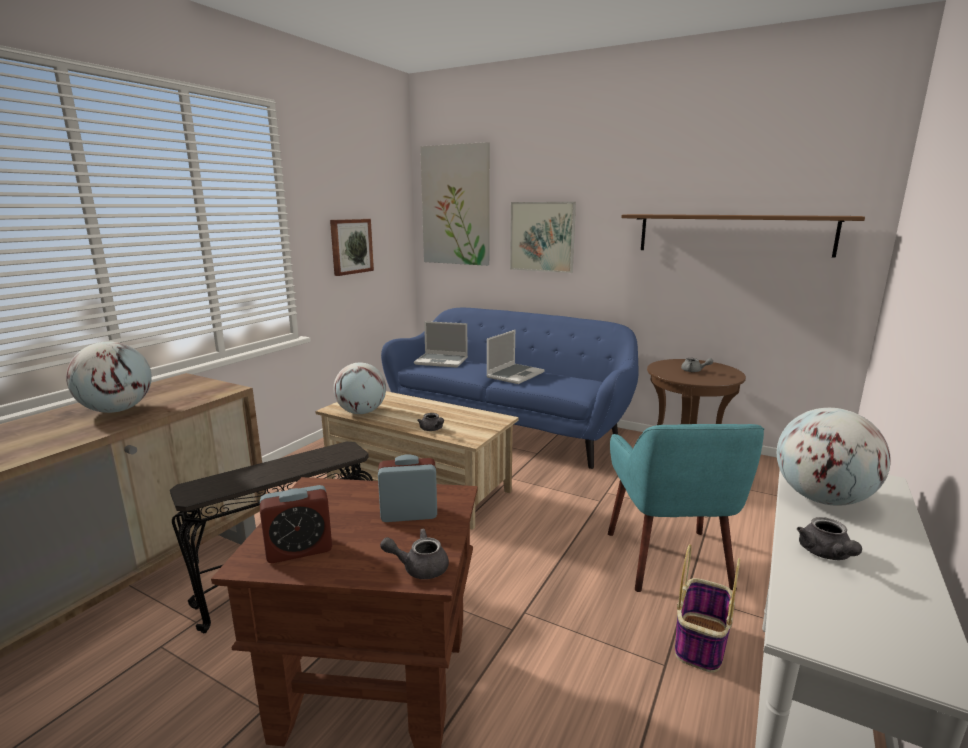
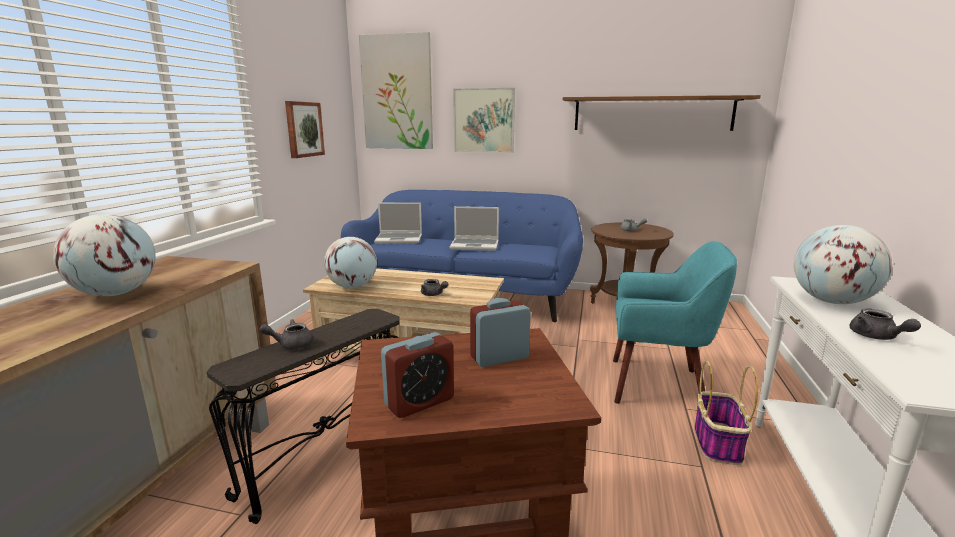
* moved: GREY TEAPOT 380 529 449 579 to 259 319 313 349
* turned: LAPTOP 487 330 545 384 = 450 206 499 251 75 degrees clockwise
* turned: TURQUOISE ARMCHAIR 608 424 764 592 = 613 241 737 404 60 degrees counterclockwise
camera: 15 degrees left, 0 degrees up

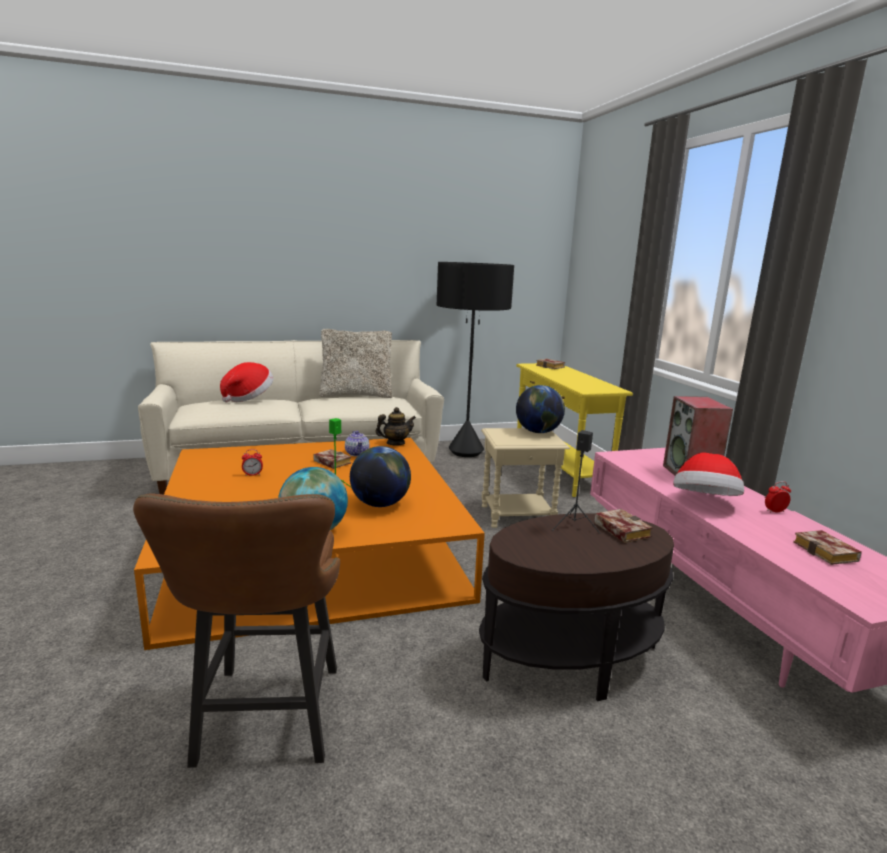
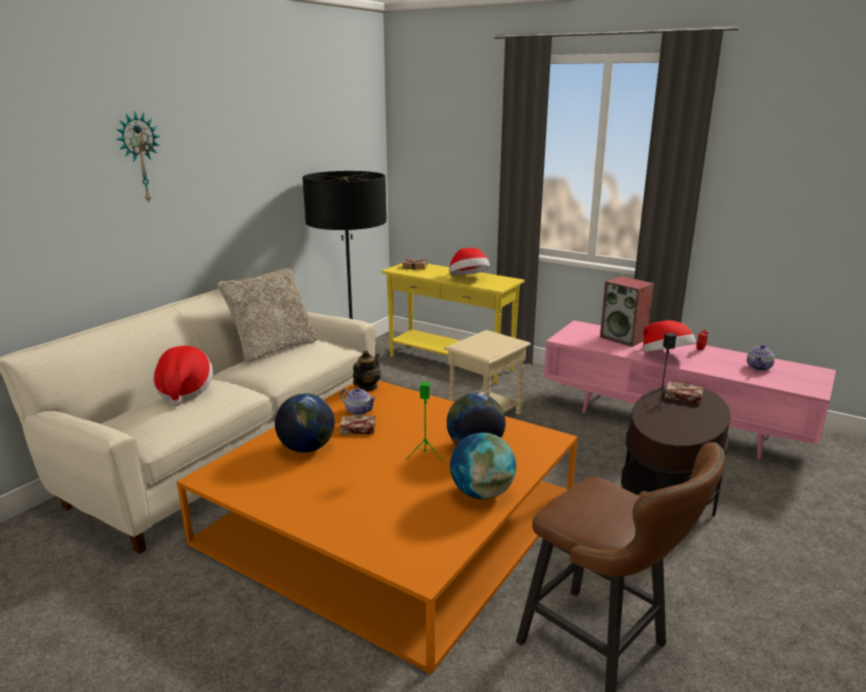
* added: WALL CLOCK 116 112 160 202
* moved: GLOBE 516 385 565 433 to 275 393 335 453
* added: HAT 449 248 490 276
* replaced: BOOK 793 530 862 565 to TEAPOT 747 345 775 371
* removed: ALARM CLOCK 242 449 263 476
camera: 40 degrees left, 5 degrees up

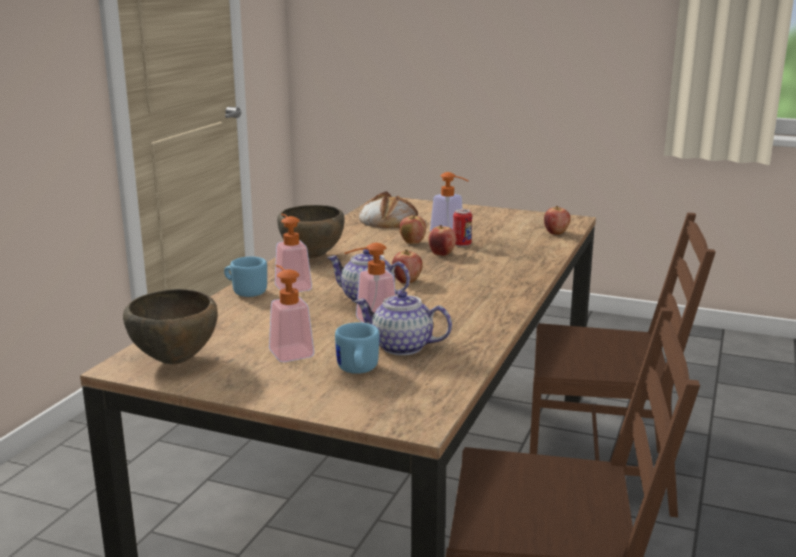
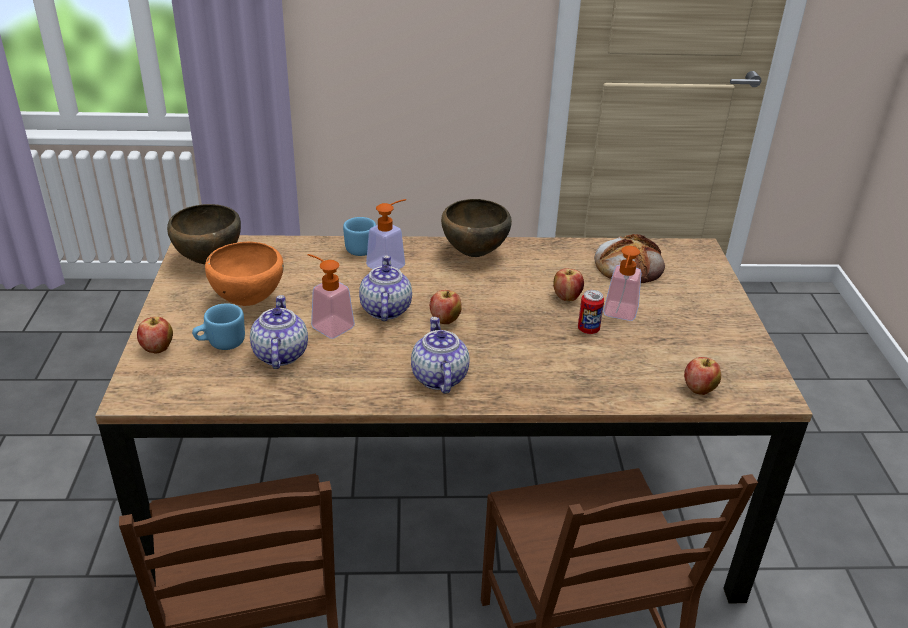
* moved: APPLE 428 225 456 256 to 137 317 173 354
* replaced: SOAP DISPENSER 269 265 314 362 to ORANGE BOWL 205 242 284 306
* added: TEAPOT 411 317 470 394
camera: 65 degrees right, 15 degrees up

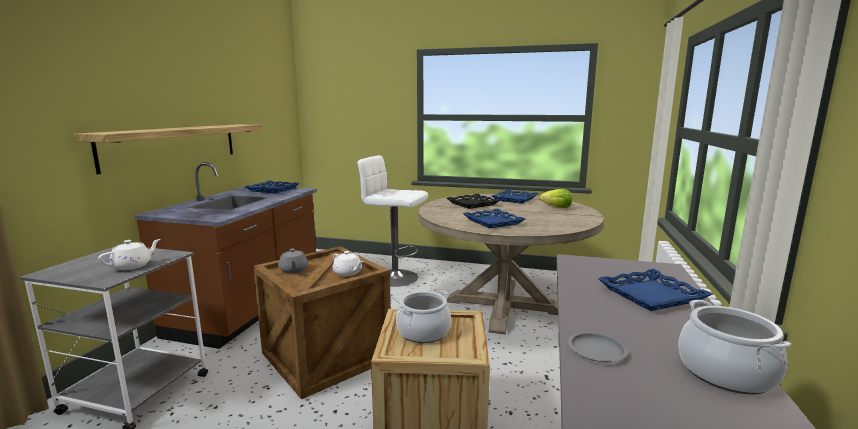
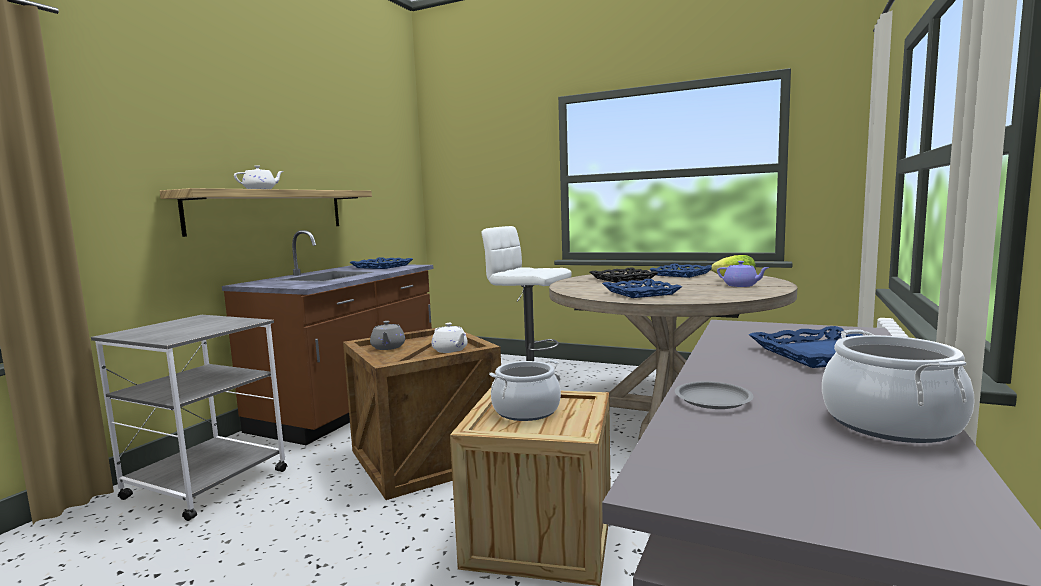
* moved: WHITE TEAPOT 98 239 160 270 to 234 165 284 189
* added: PURPLE TEAPOT 717 261 770 287
camera: 10 degrees right, 5 degrees down

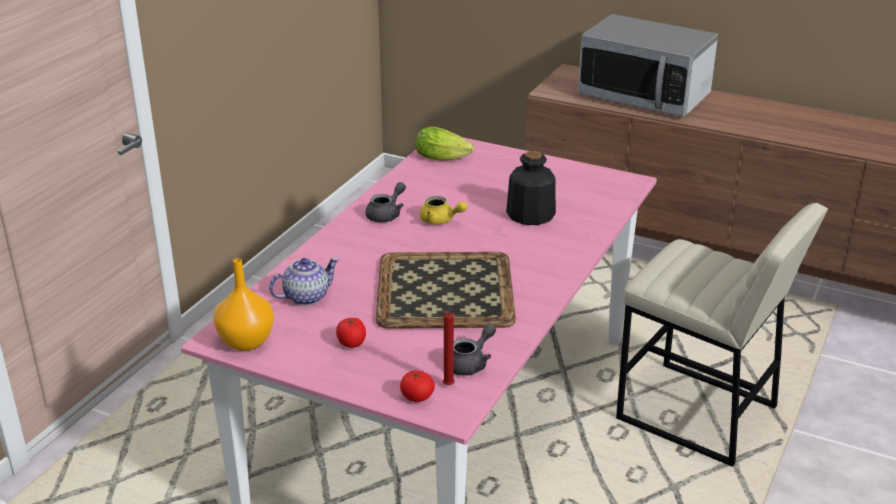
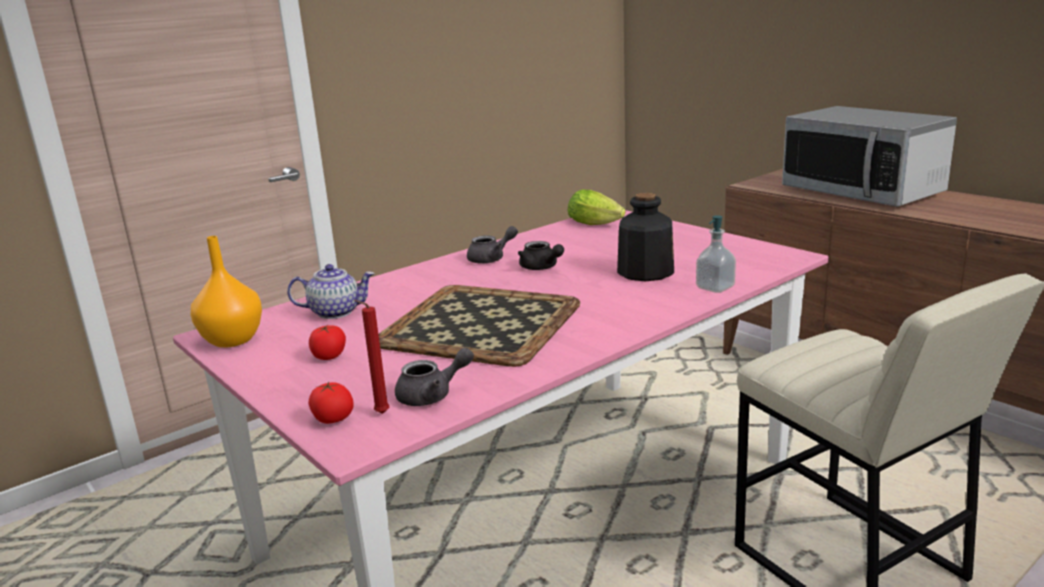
* recoloured: YELLOW TEAPOT 420 196 467 224 to BLACK TEAPOT 518 241 564 270
* added: SOAP DISPENSER 696 215 736 293
camera: 25 degrees right, 10 degrees down

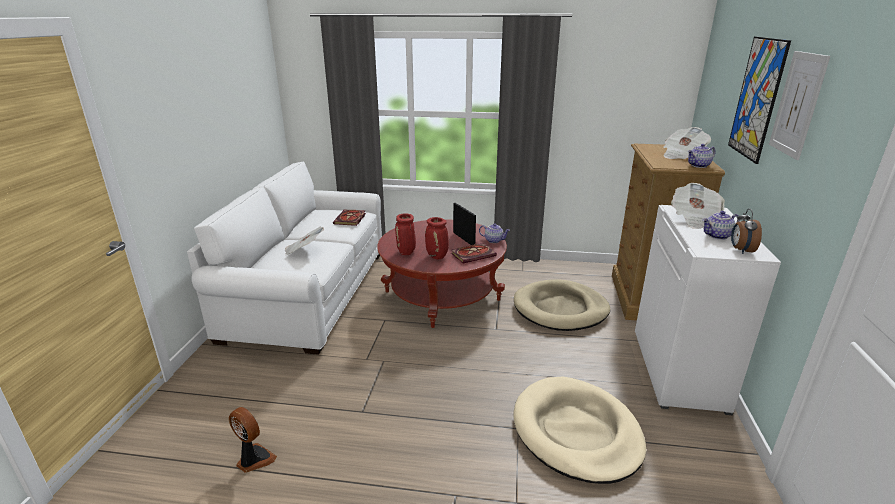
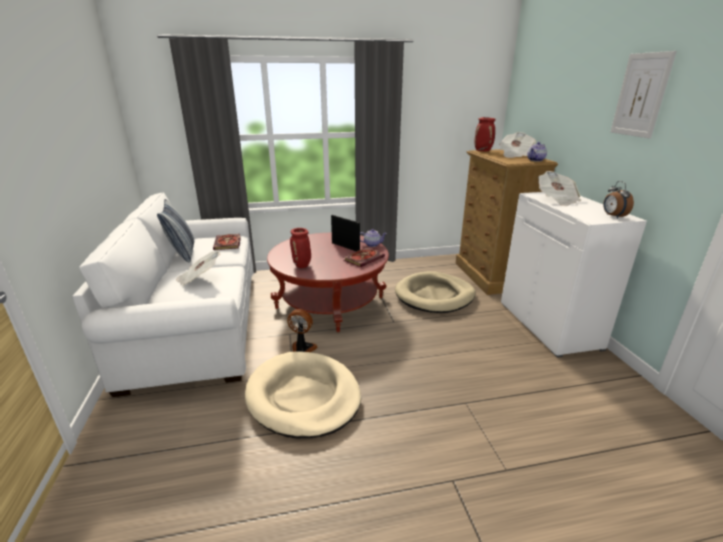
* added: PILLOW 157 199 194 262
* moved: BEIGE DOG BED 513 377 646 484 to 245 351 361 438
* moved: FAN 229 407 277 473 to 287 309 318 352
* moved: RED VASE 425 217 449 260 to 474 117 496 151
* removed: TEAPOT 703 211 740 240
* removed: PICTURE 728 37 791 164
camera: 20 degrees left, 0 degrees up

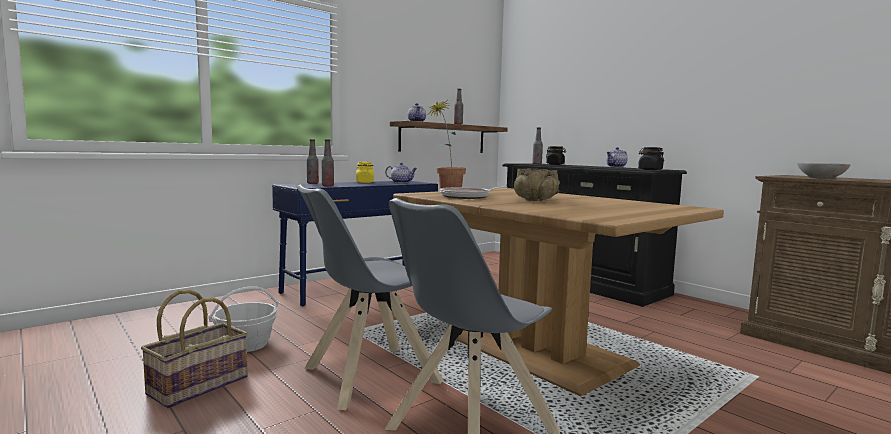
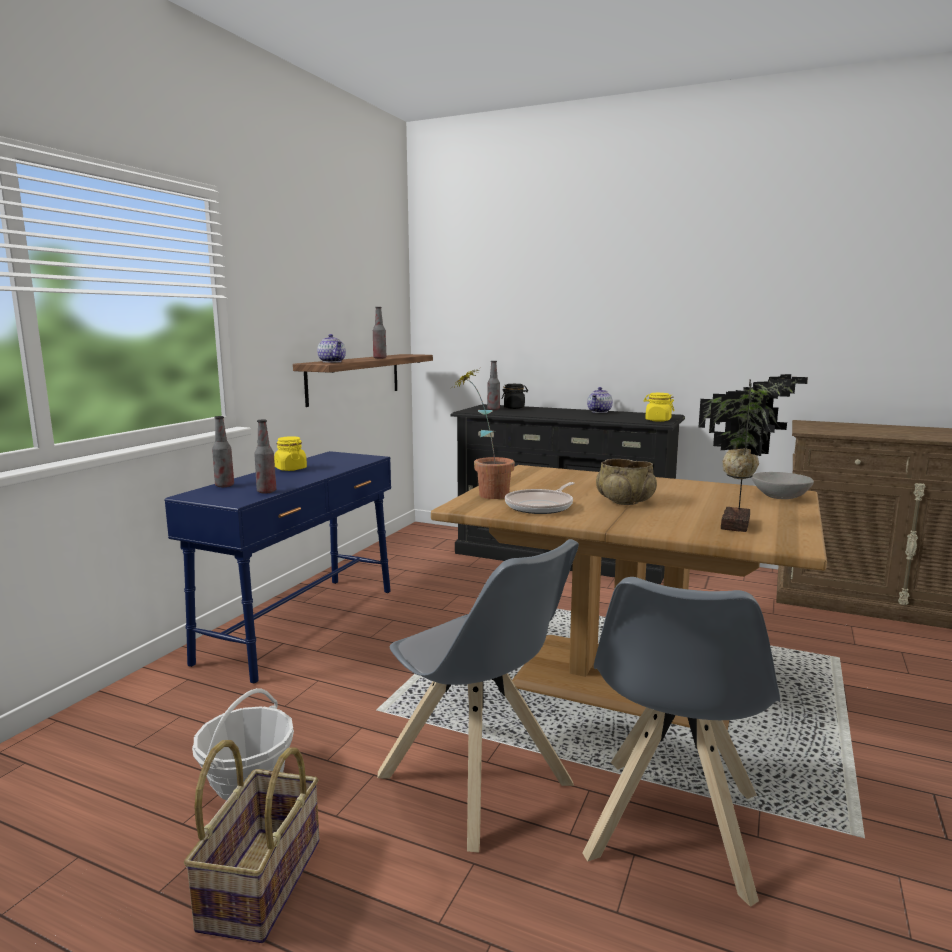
* turned: GREY CHAIR 297 184 443 410 = 378 539 579 853 75 degrees counterclockwise
* recoloured: BLACK JAR 638 147 664 170 to YELLOW JAR 643 393 674 422
* added: POTTED PLANT 699 374 808 532
* moved: GREY BOWL 797 163 850 179 to 751 472 814 499
* removed: TEAPOT 385 163 417 183
camera: 25 degrees left, 5 degrees up

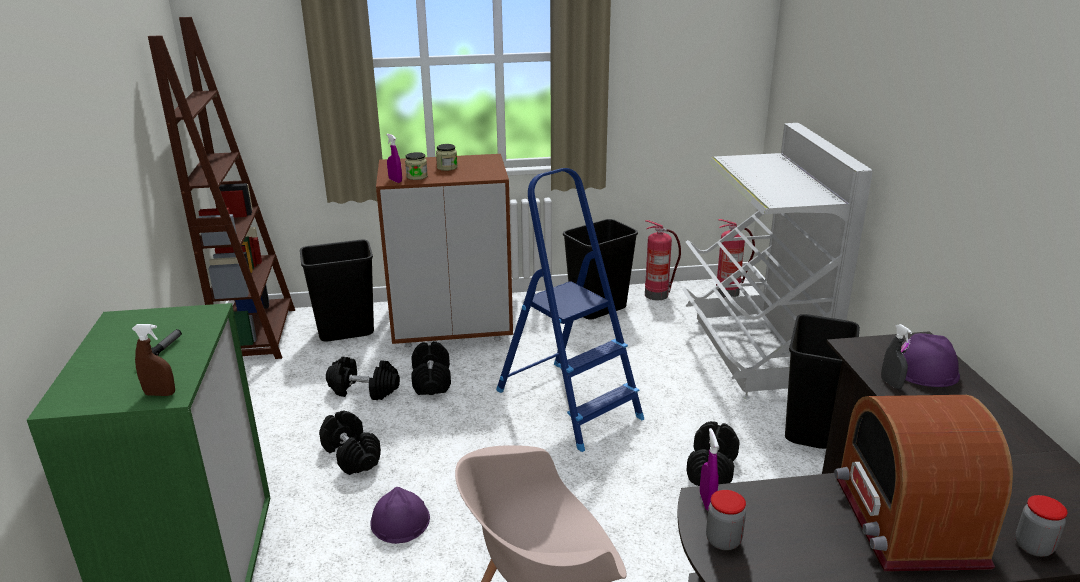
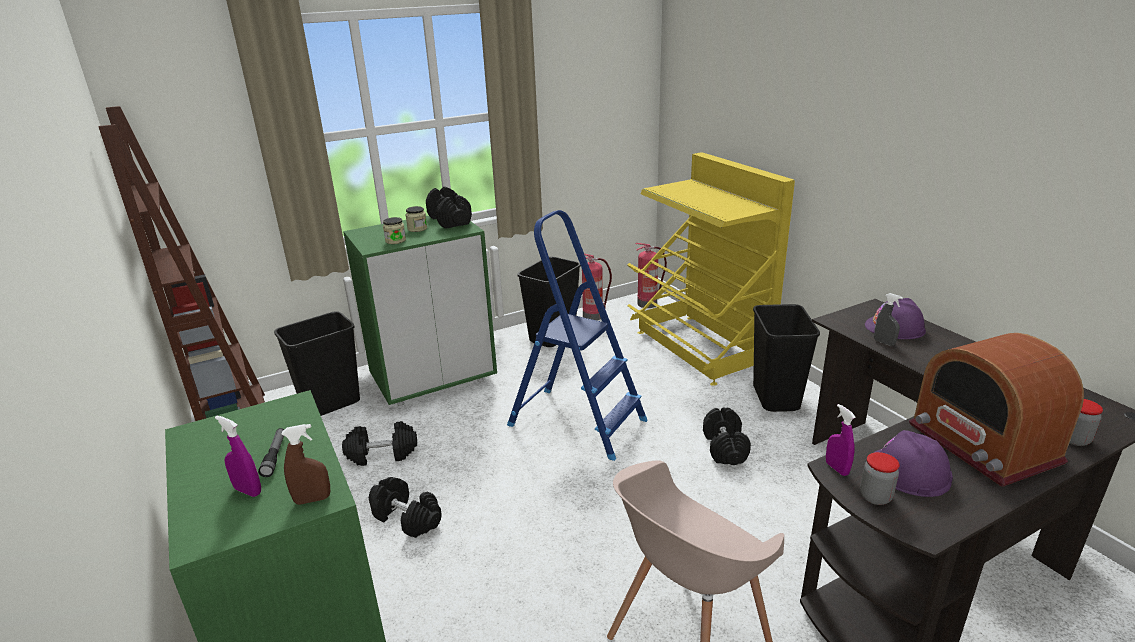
* moved: PURPLE SPRAY BOTTLE 386 134 402 183 to 215 416 261 497
* recoloured: BROWN CABINET 376 154 513 348 to GREEN CABINET 343 216 497 406
* moved: BLACK DUMBBELL 411 341 451 395 to 426 186 472 229
* recoloured: WHITE SHOE RACK 682 123 873 399 to YELLOW SHOE RACK 628 152 795 386
* moved: PURPLE HARD HAT 370 487 430 544 to 873 430 953 497
camera: 20 degrees left, 0 degrees up

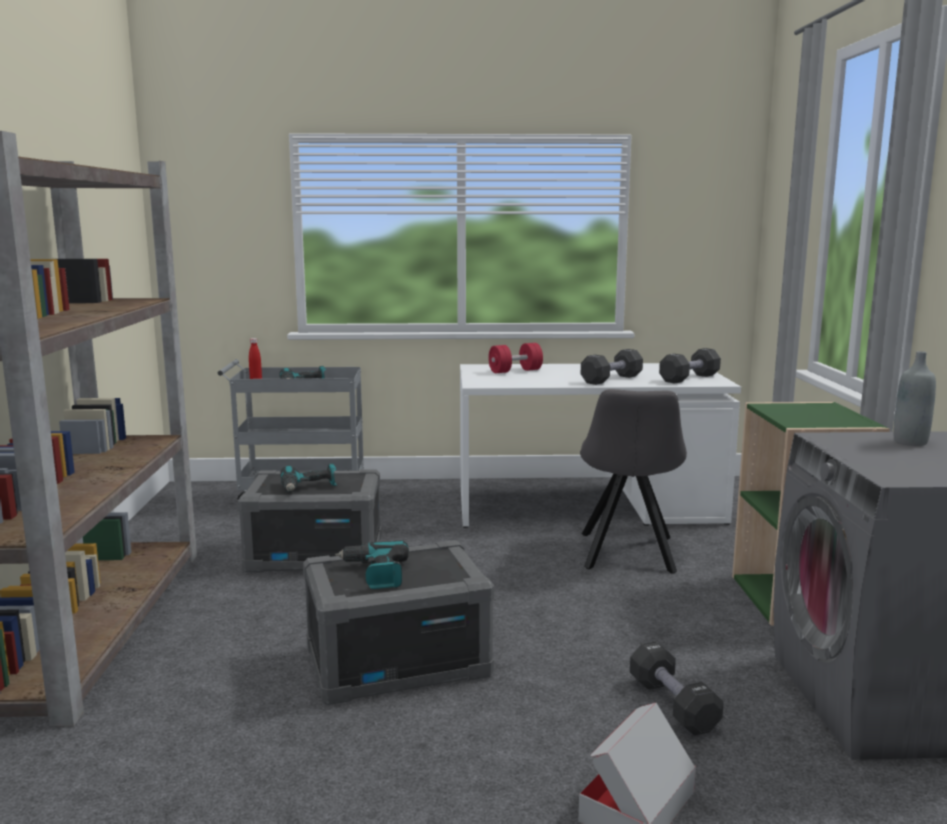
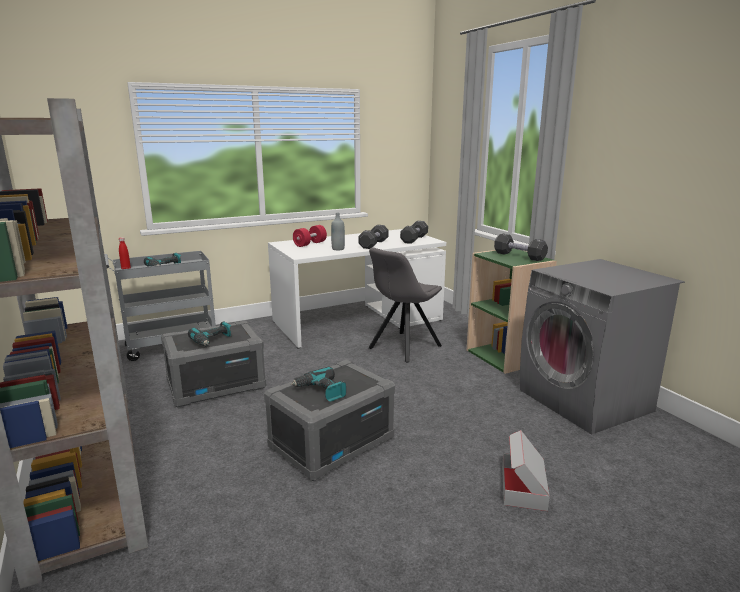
* moved: GREY BOTTLE 893 351 936 446 to 331 213 345 250
* turned: GREY CHAIR 580 389 687 573 = 369 247 442 362 60 degrees clockwise
* moved: BLACK DUMBBELL 630 641 724 736 to 494 234 548 261
camera: 25 degrees left, 5 degrees up

